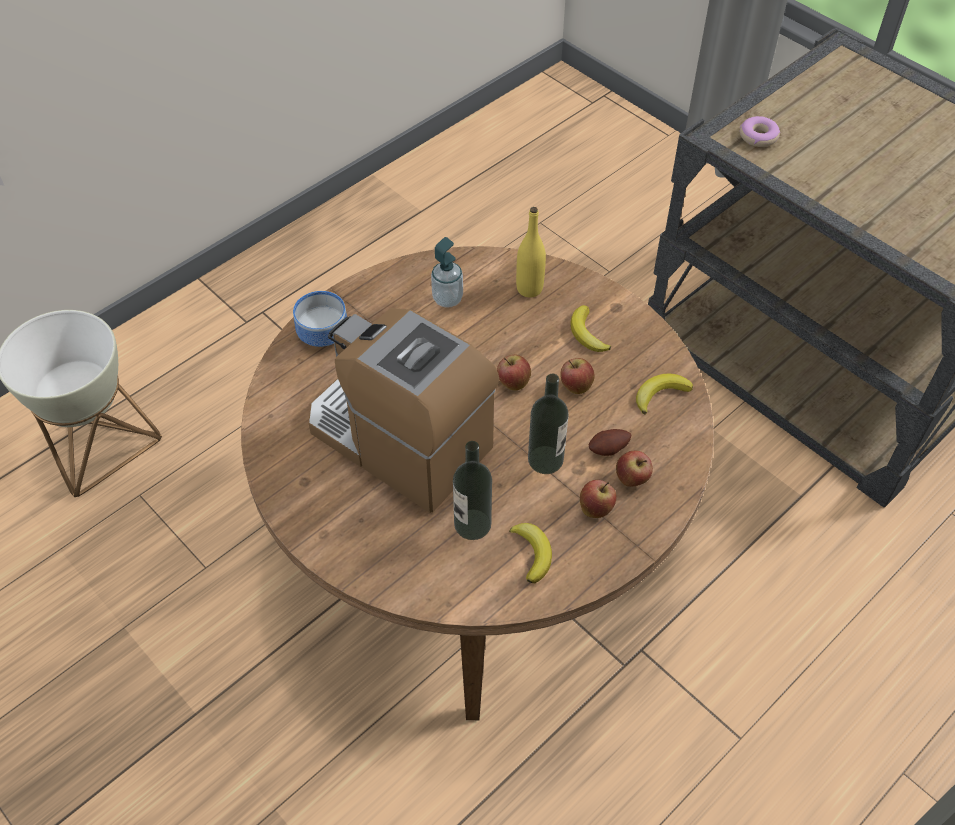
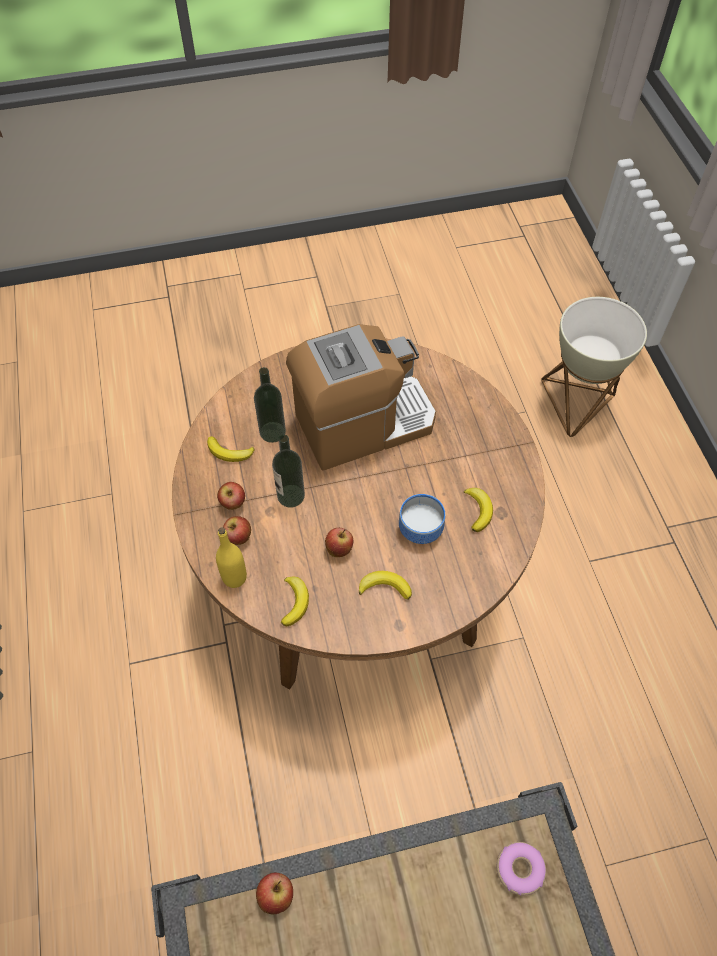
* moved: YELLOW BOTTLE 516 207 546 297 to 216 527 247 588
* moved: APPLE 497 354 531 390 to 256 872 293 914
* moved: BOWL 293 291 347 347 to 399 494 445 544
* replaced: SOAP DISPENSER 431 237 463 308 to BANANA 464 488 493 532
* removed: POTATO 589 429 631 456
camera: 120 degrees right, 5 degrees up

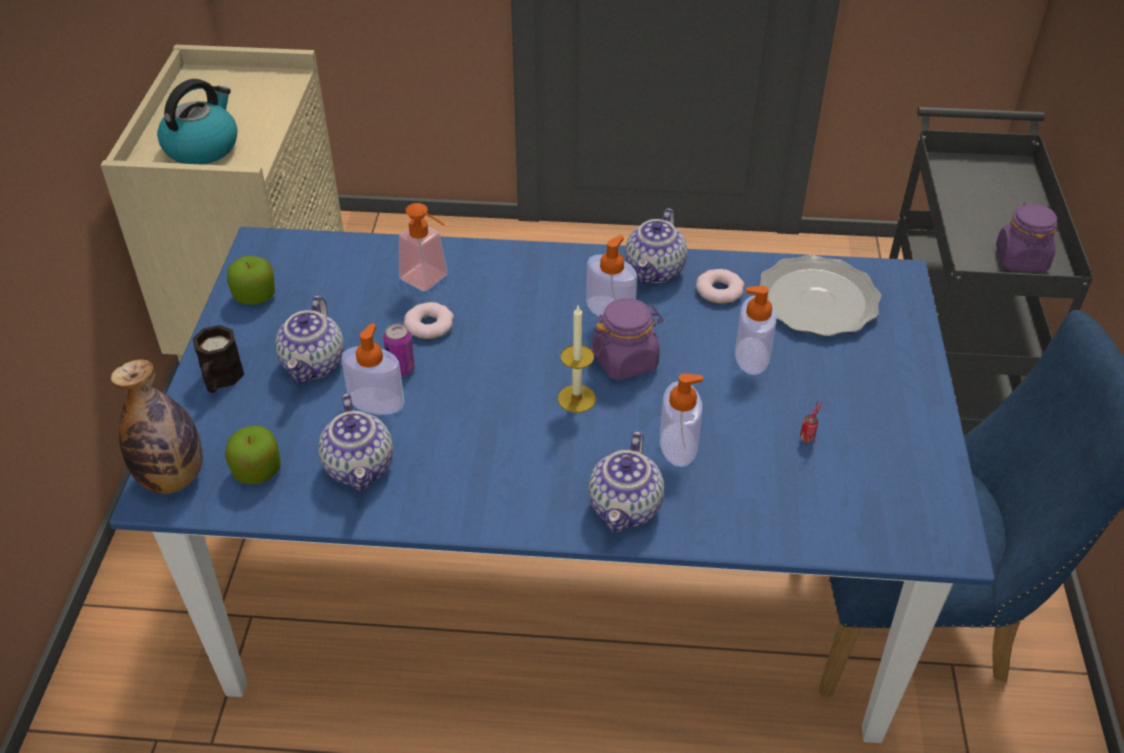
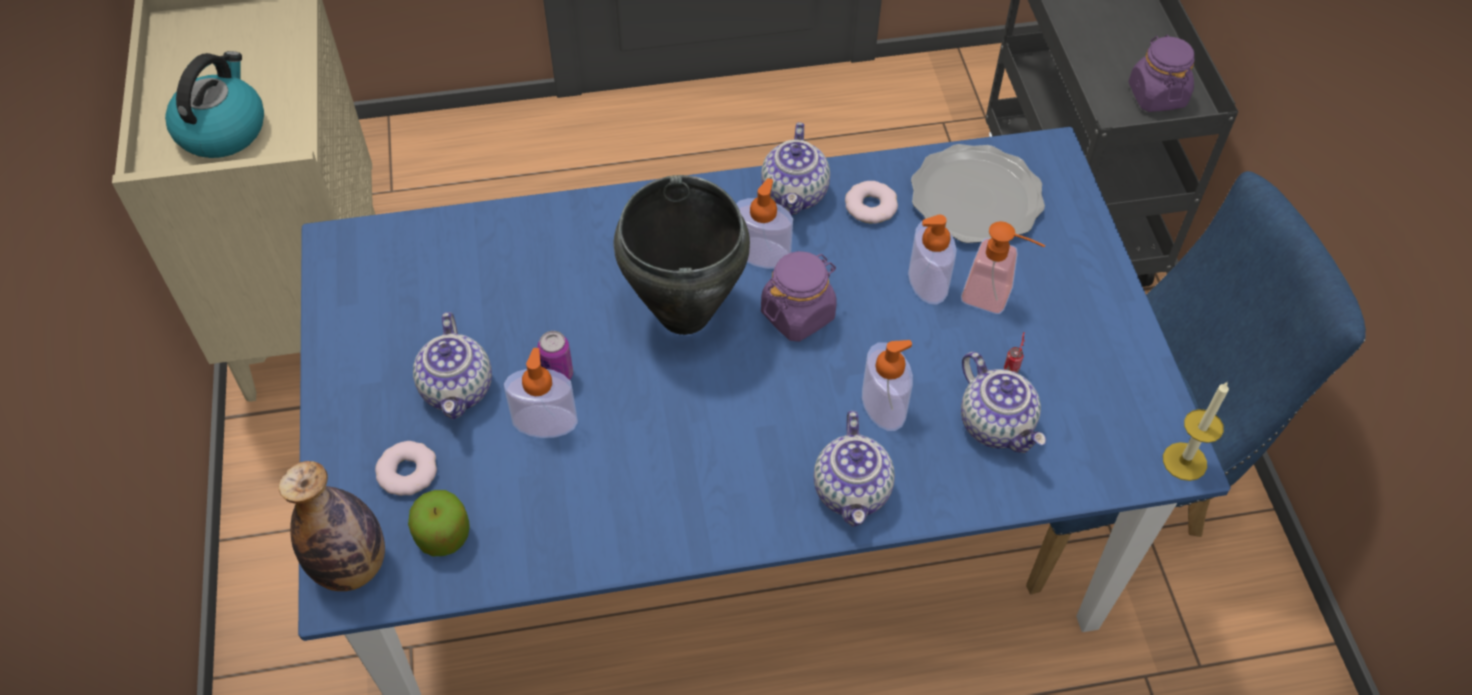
* moved: DONUT 404 302 454 339 to 375 441 437 496
* added: BLACK COOKING POT 614 175 750 335
* moved: SOAP DISPENSER 399 203 448 291 to 961 221 1045 314
* moved: TEAPOT 319 394 393 491 to 961 352 1046 453
* moved: CANDLE 558 306 596 413 to 1163 381 1229 481
* removed: BLACK MUG 192 325 244 393
* removed: APPLE 227 256 275 305
camera: 15 degrees left, 10 degrees up

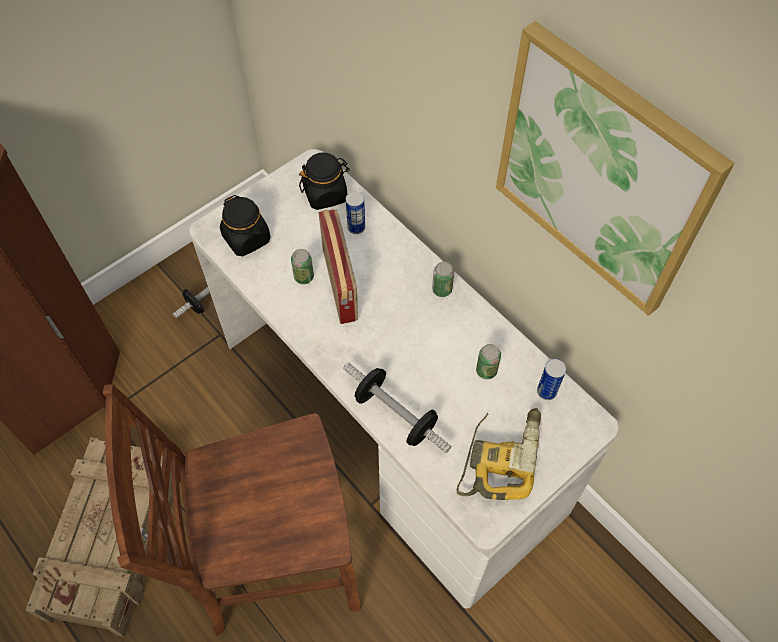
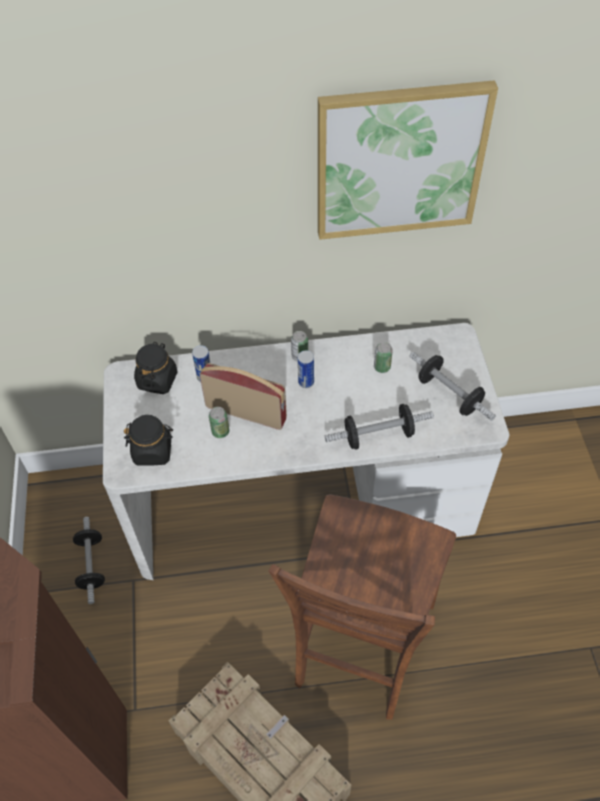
* moved: CAN 537 359 566 400 to 298 350 314 388
* replaced: POWER DRILL 456 408 541 500 to DUMBBELL 409 352 496 421
camera: 55 degrees left, 5 degrees down

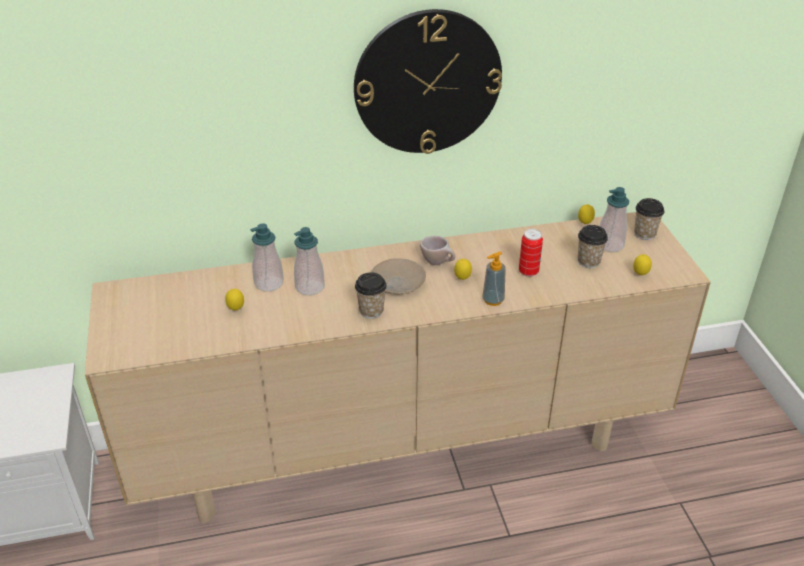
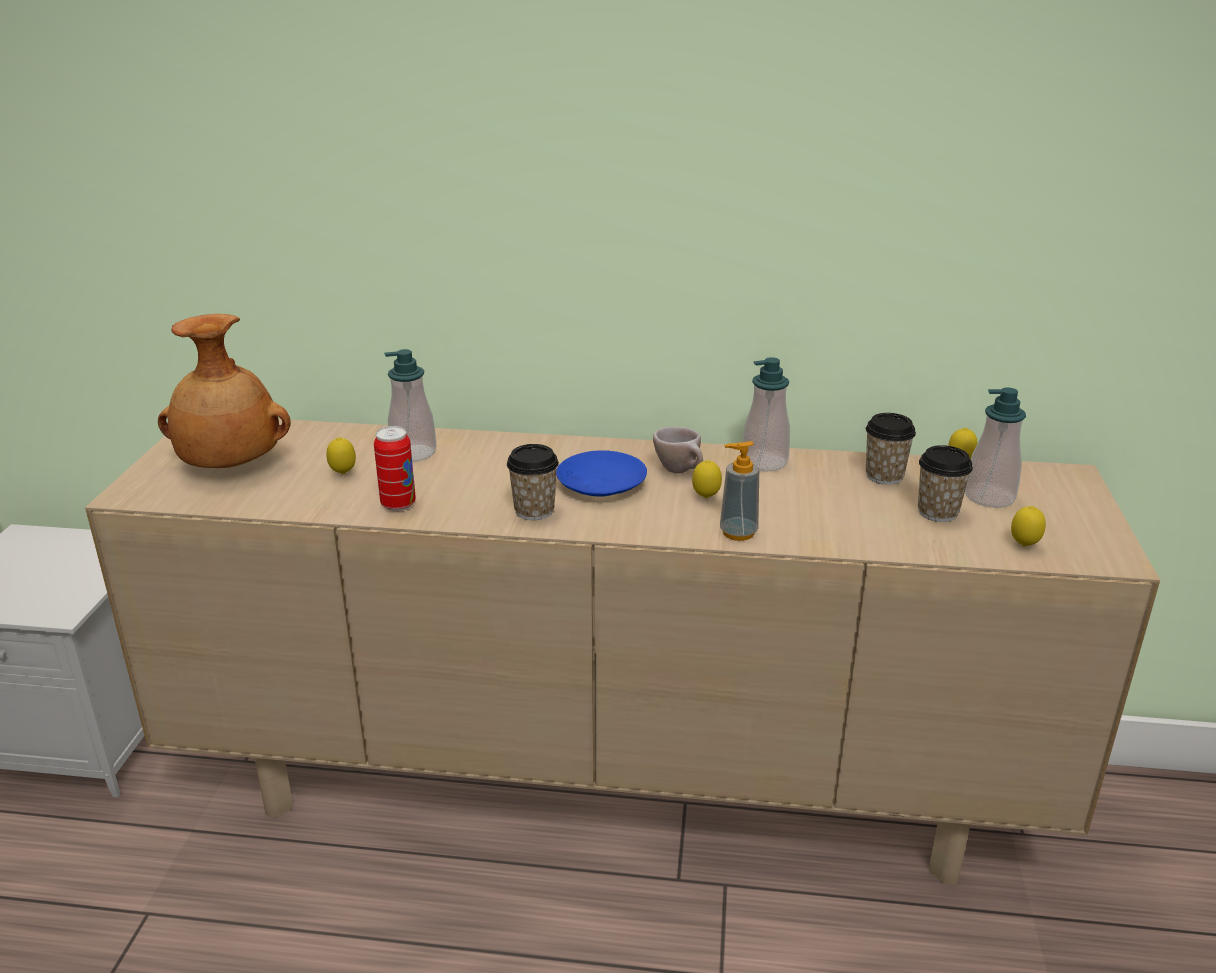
* added: BROWN VASE 158 314 291 468
* moved: CAN 519 229 543 277 to 374 426 416 511
* recoloured: BEIGE PLATE 371 258 426 294 to BLUE PLATE 556 450 647 497
* moved: SOAP DISPENSER 294 227 325 295 to 742 357 790 472
* moved: CUP 634 198 664 240 to 866 413 916 485
* removed: WALL CLOCK 354 9 502 154
camera: 20 degrees right, 10 degrees down

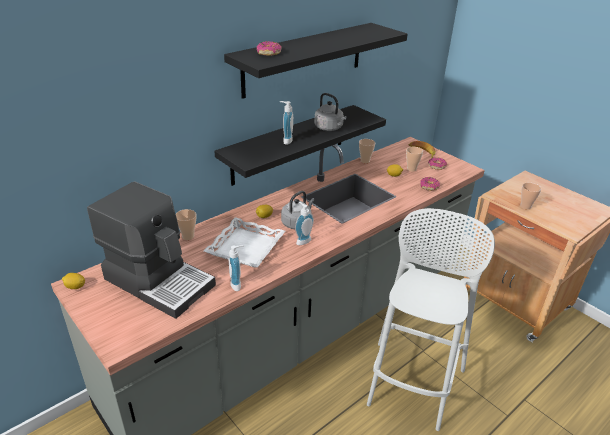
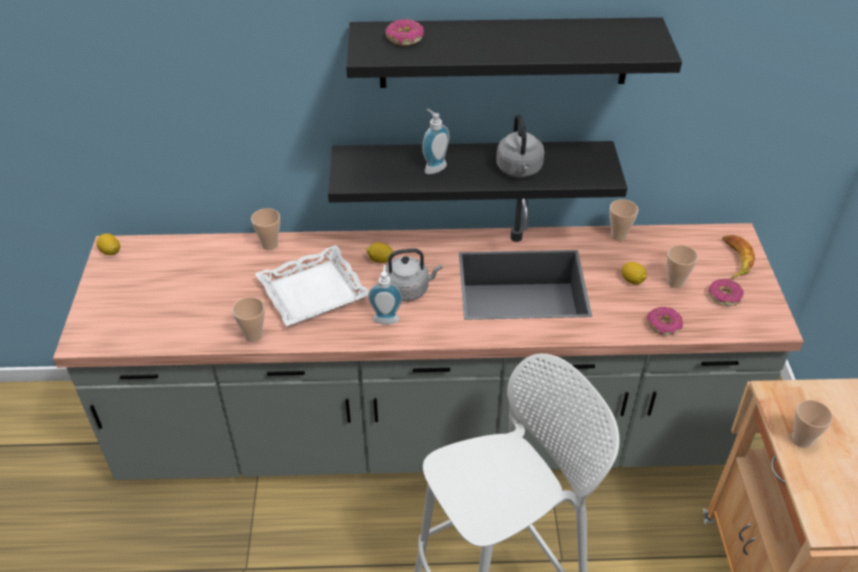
* replaced: SOAP DISPENSER 229 245 244 291 to CUP 232 297 265 342
* removed: COFFEE MACHINE 87 181 216 319
camera: 40 degrees right, 10 degrees up

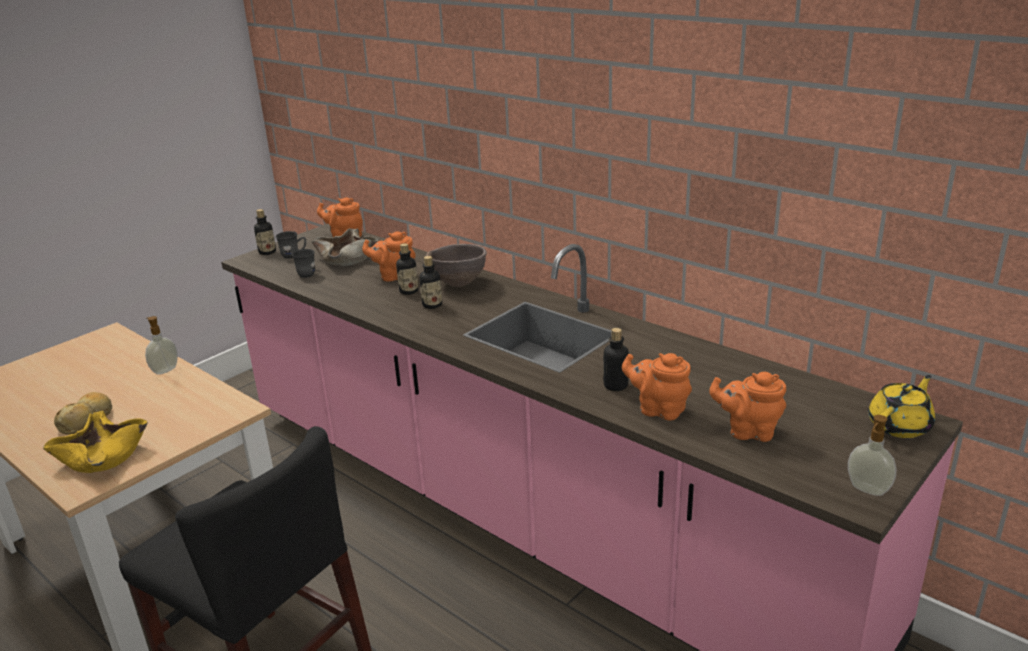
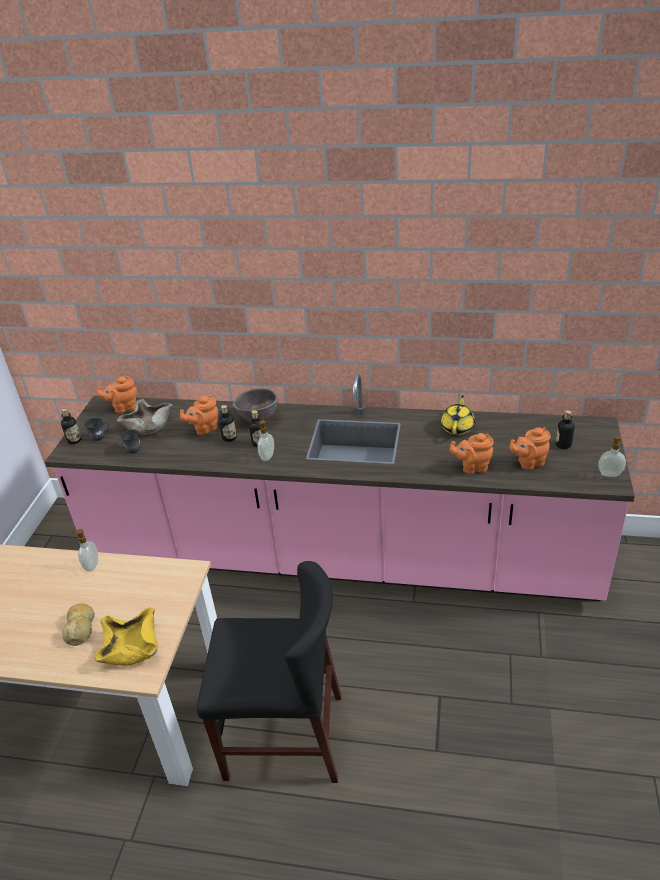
* added: SOAP DISPENSER 255 420 274 461
* moved: YELLOW TEAPOT 868 375 935 438 to 441 395 475 435
* moved: BOTTLE 603 328 629 391 to 556 410 575 449
camera: 30 degrees left, 10 degrees up

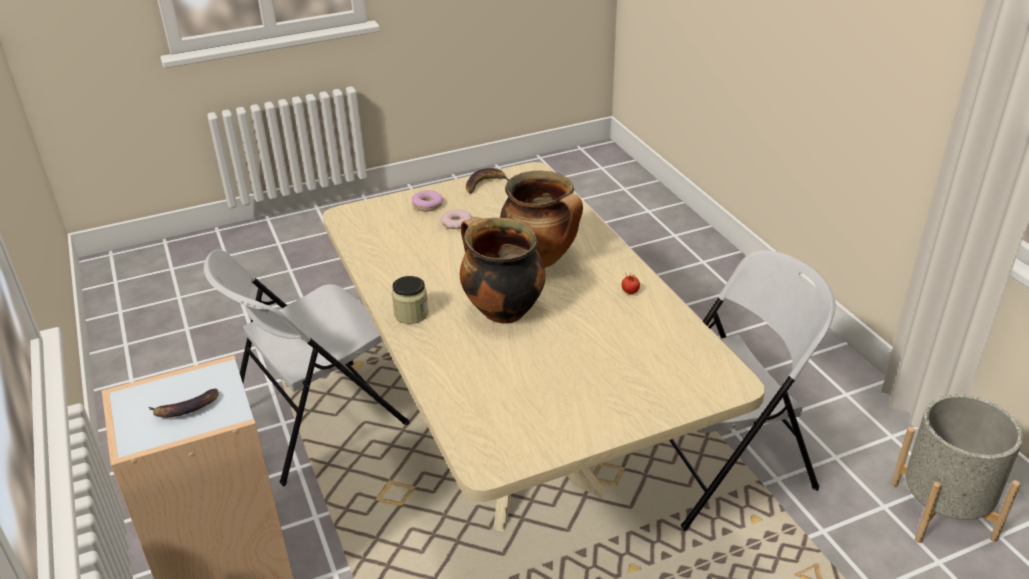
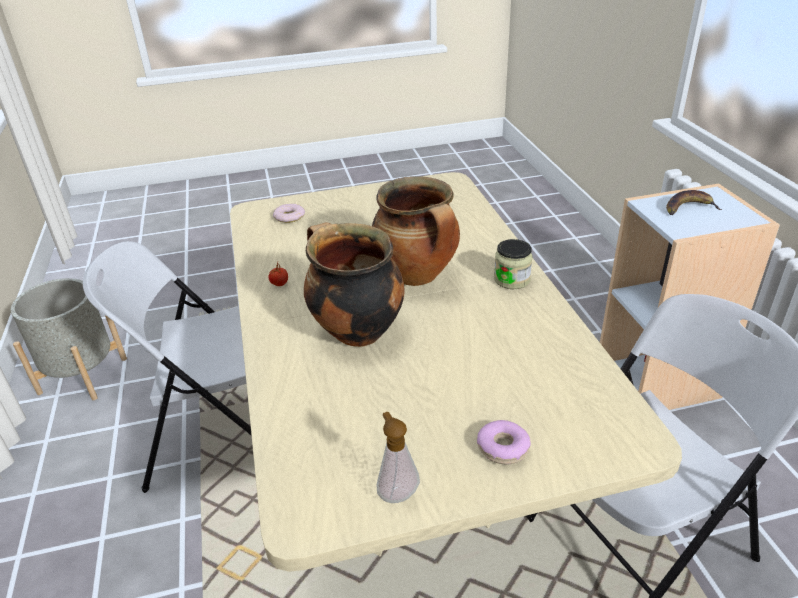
* moved: DONUT 441 209 472 229 to 273 204 305 223
* replaced: BANANA 466 168 509 194 to SOAP DISPENSER 377 412 420 503
camera: 170 degrees left, 0 degrees up

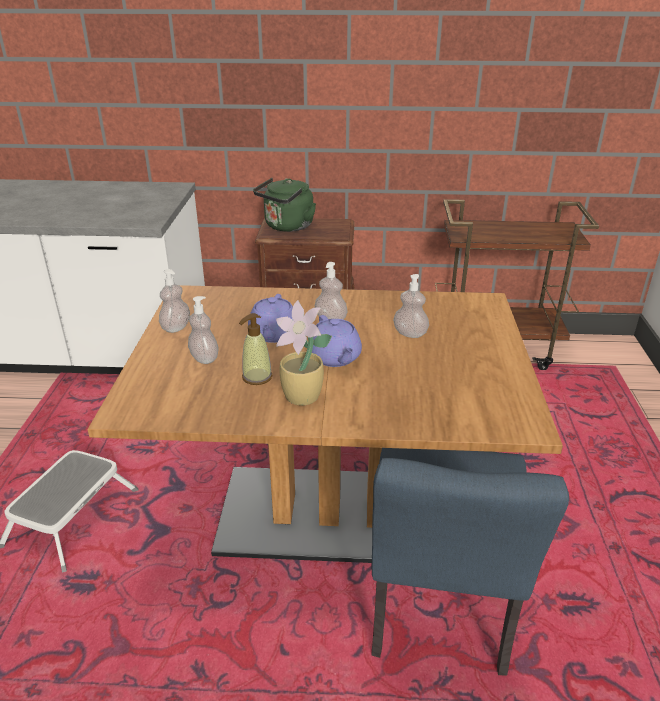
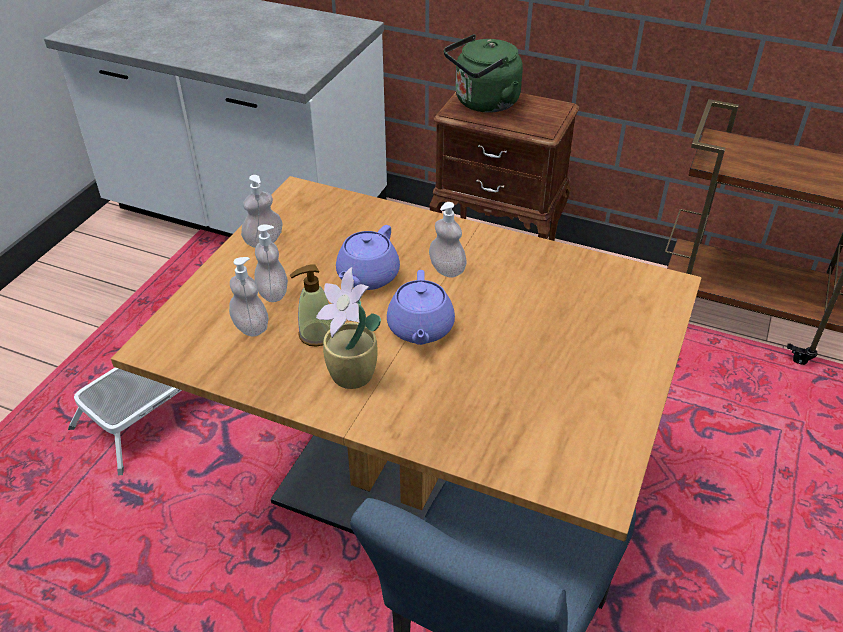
* moved: SOAP DISPENSER 393 274 429 338 to 229 257 269 337
camera: 20 degrees right, 10 degrees up

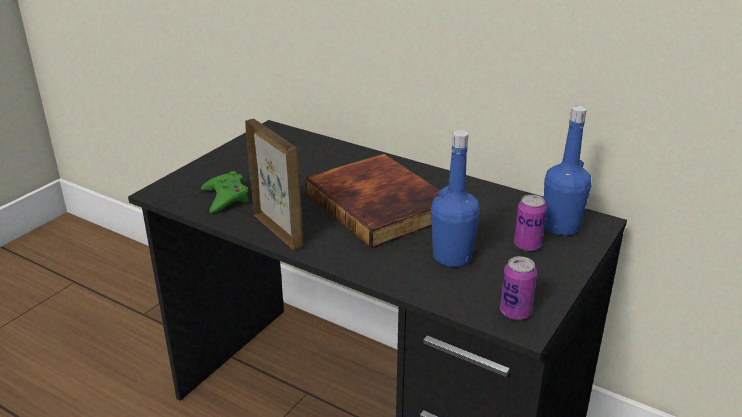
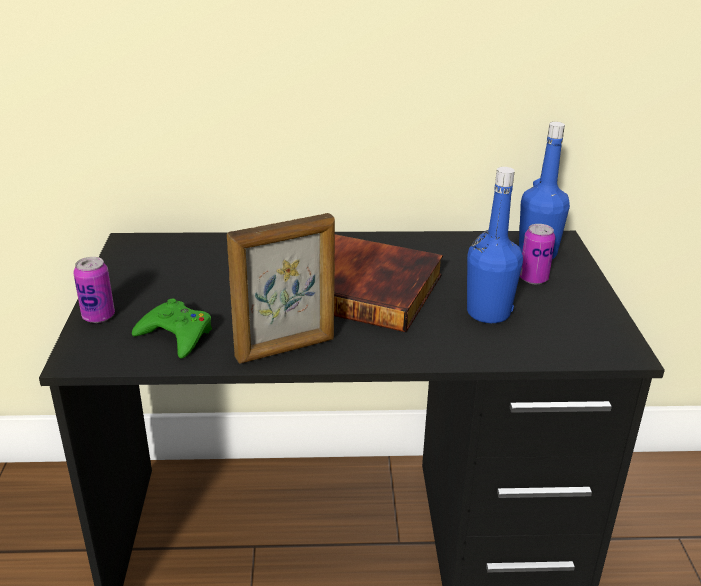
* moved: CAN 500 256 537 320 to 73 257 115 323
* turned: PICTURE FRAME 245 119 303 250 = 227 213 335 364 135 degrees clockwise
camera: 35 degrees left, 0 degrees up

